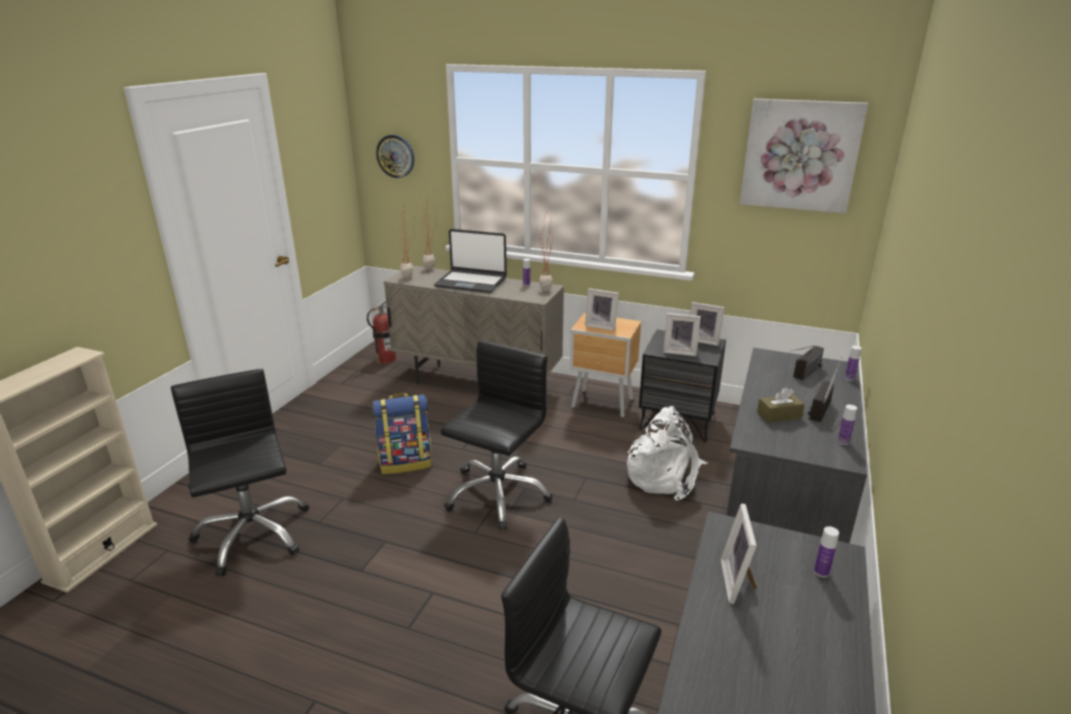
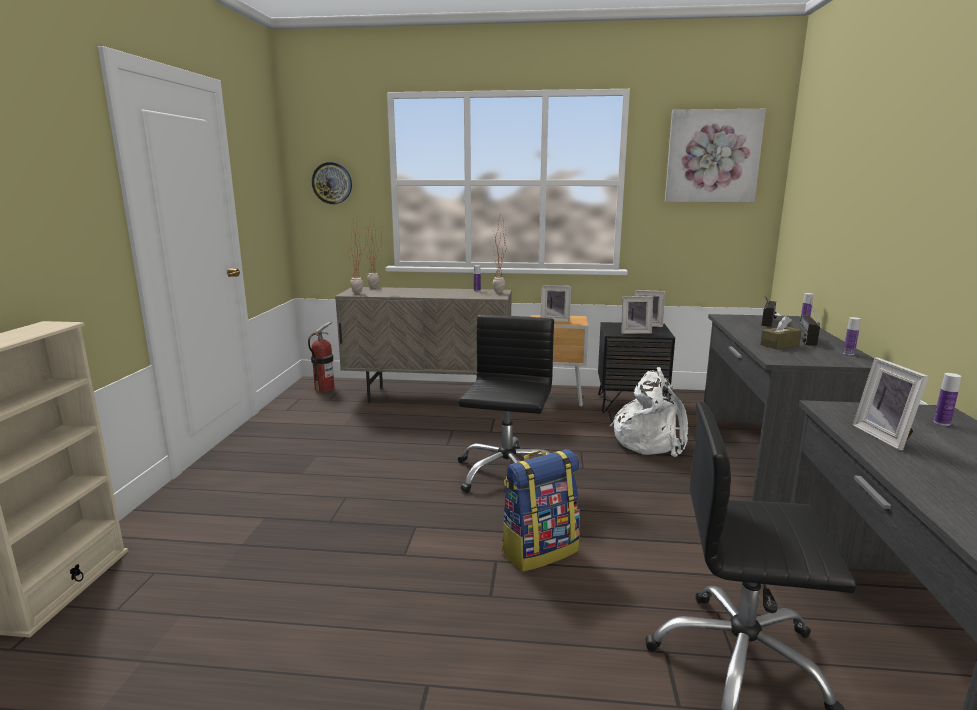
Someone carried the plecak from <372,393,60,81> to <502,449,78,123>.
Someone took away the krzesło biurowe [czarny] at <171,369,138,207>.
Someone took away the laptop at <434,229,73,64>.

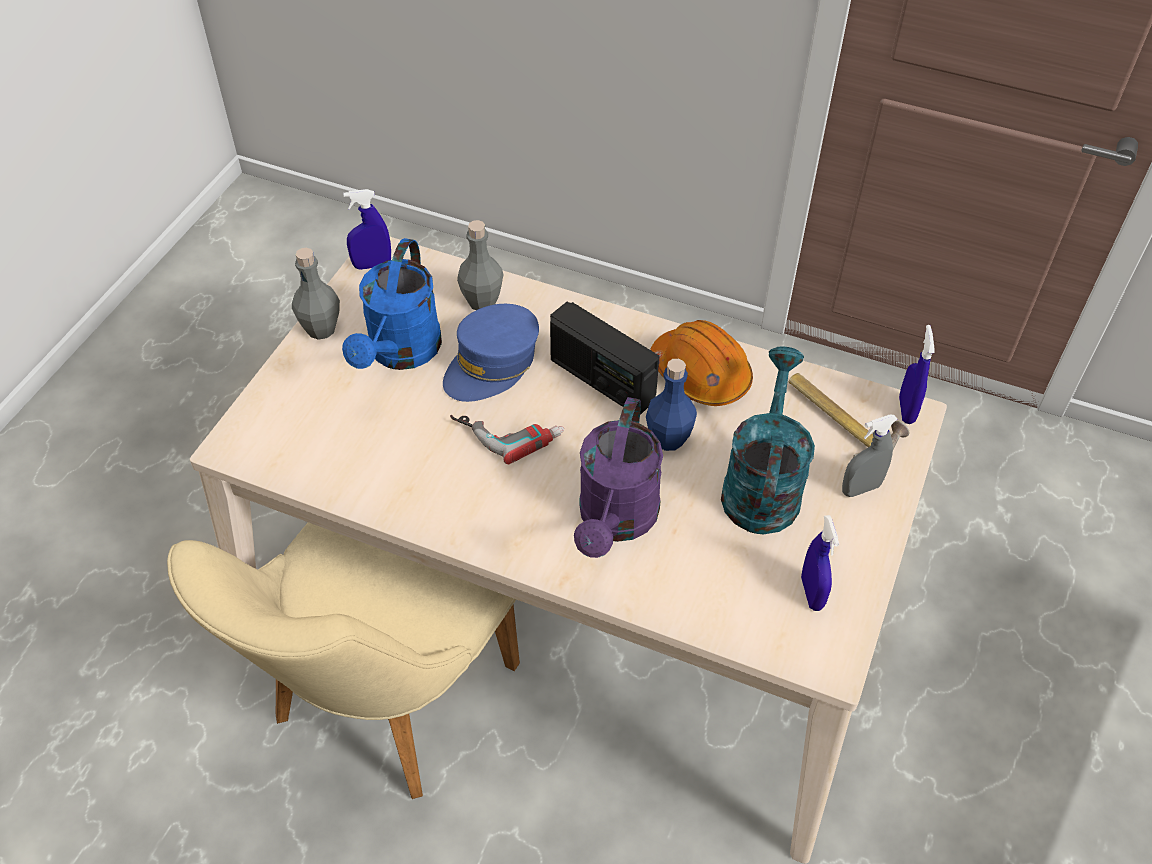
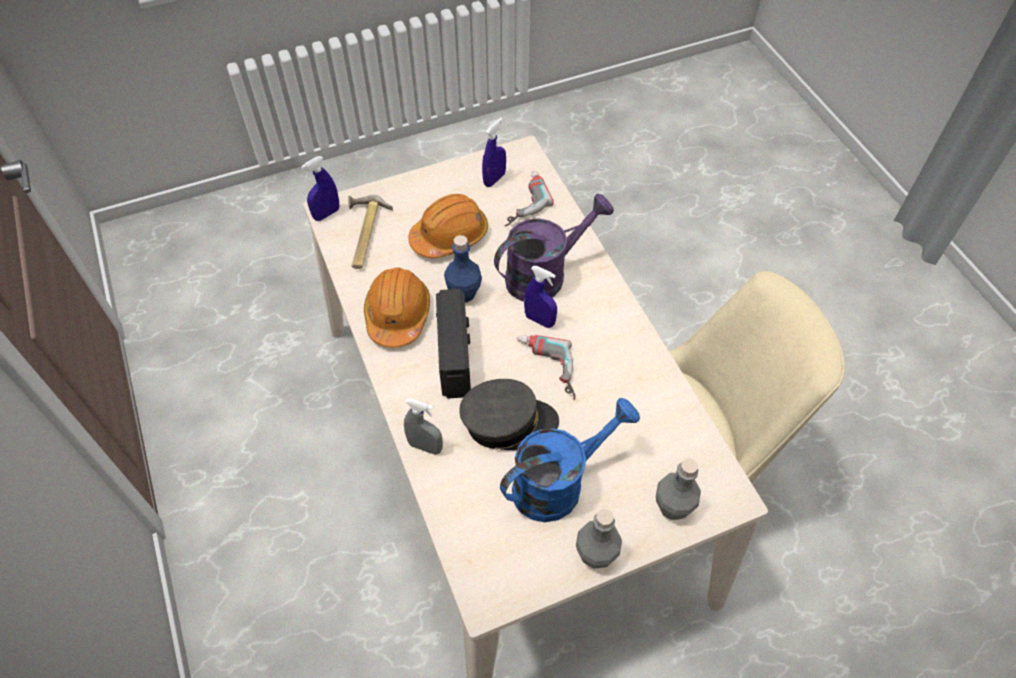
Someone carried the spryskiwacz [szary] from <842,415,55,82> to <404,398,39,57>.
Someone swapped the konewka [turkusowy] at <721,346,94,188> for the kask [pomarańczowy] at <408,194,80,64>.
Someone repainted the czapka z daszkiem [niebieski] at <443,304,96,98>, which became the czapka z daszkiem [szary] at <459,379,100,71>.
Someone put down the wiertarka at <504,171,50,55>.
Someone carried the spryskiwacz [niebieski] from <343,189,48,81> to <524,266,33,62>.
Someone carried the butelka [szary] from <457,220,47,90> to <656,458,45,62>.

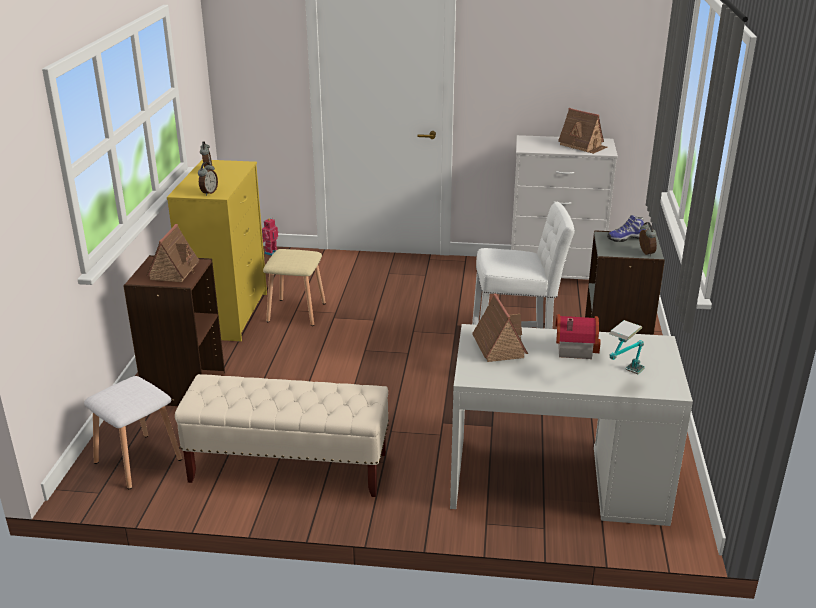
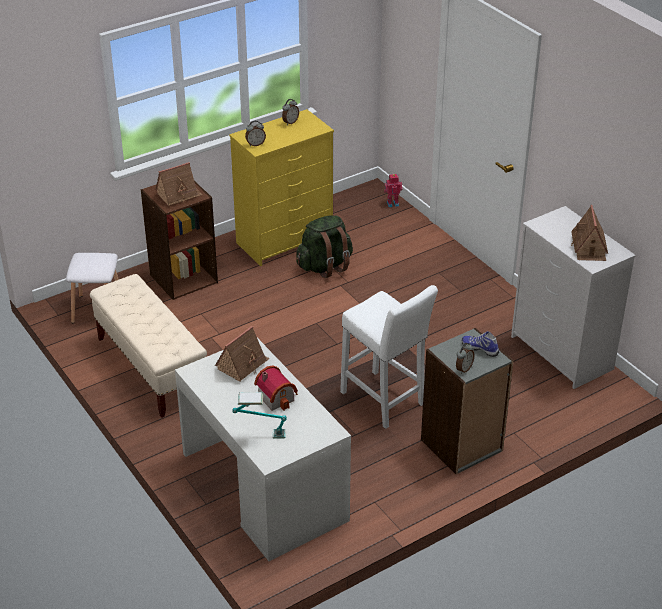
Someone swapped the stołek [beżowy] at <263,249,63,77> for the plecak [zielony] at <296,215,57,63>.

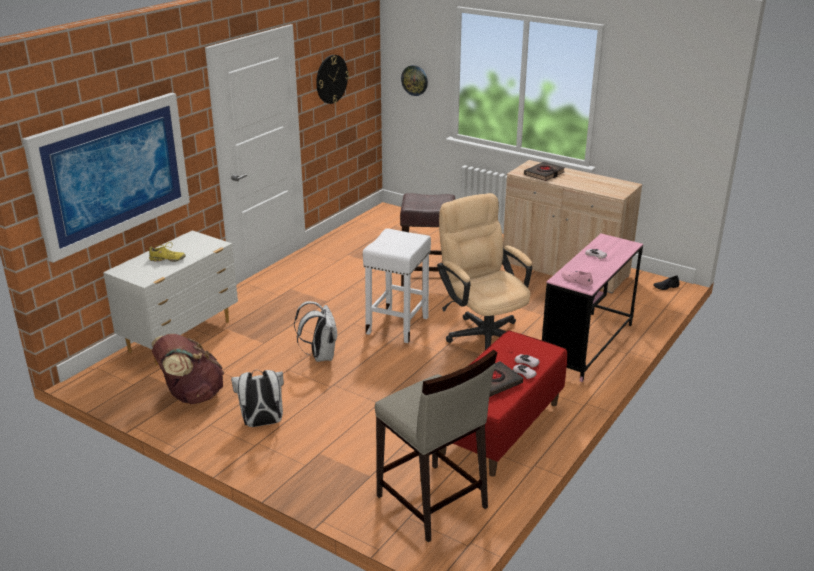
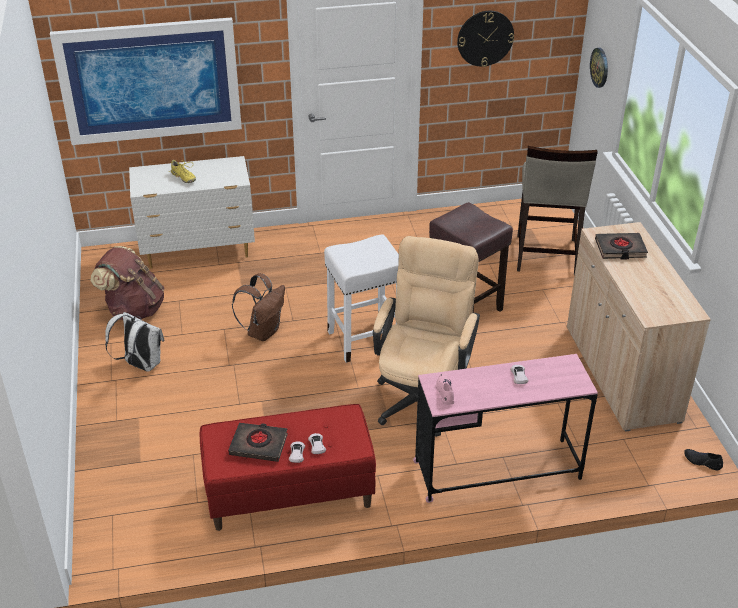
Someone repainted the plecak [biały] at <294,301,43,61>, which became the plecak [brązowy] at <232,273,53,68>.
Someone carried the stołek [beżowy] from <375,350,122,192> to <517,146,81,129>.

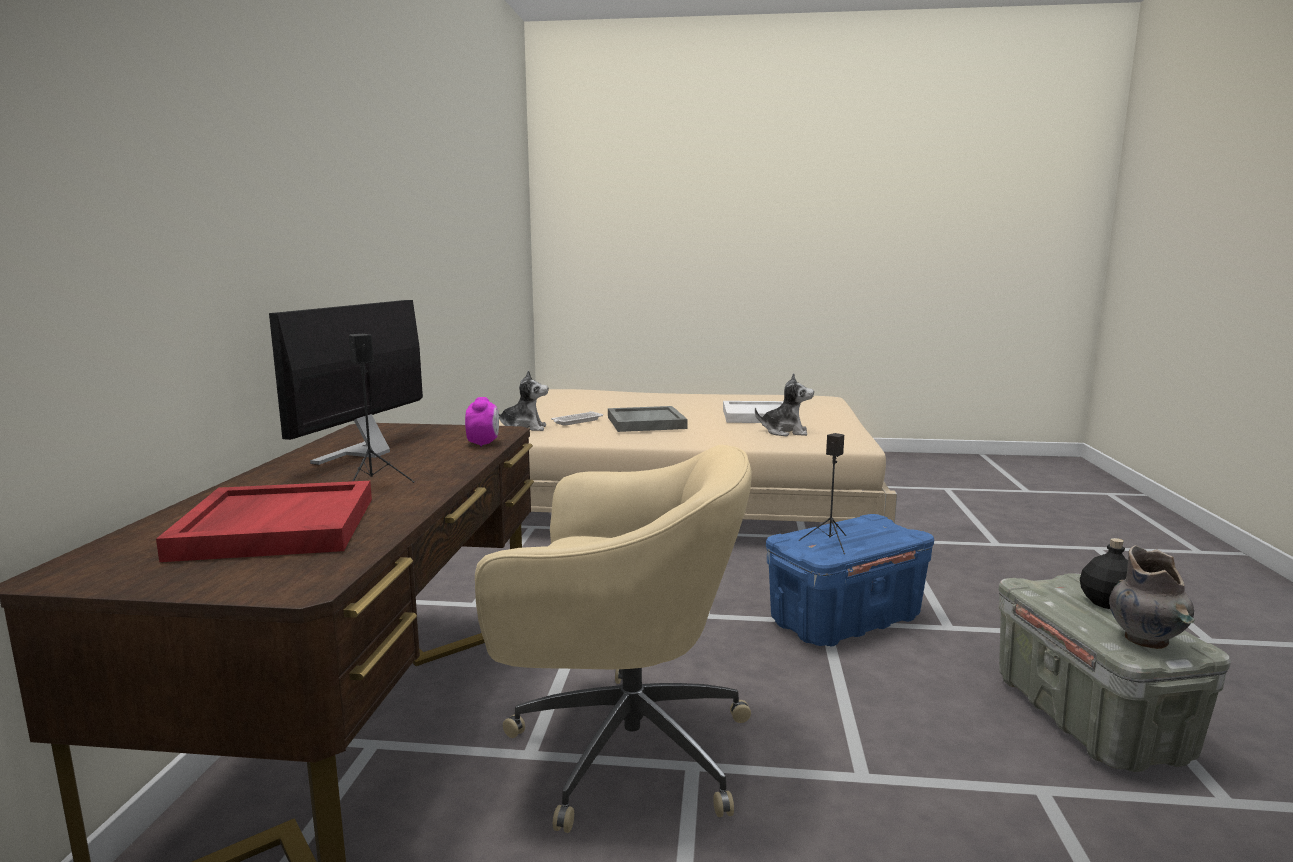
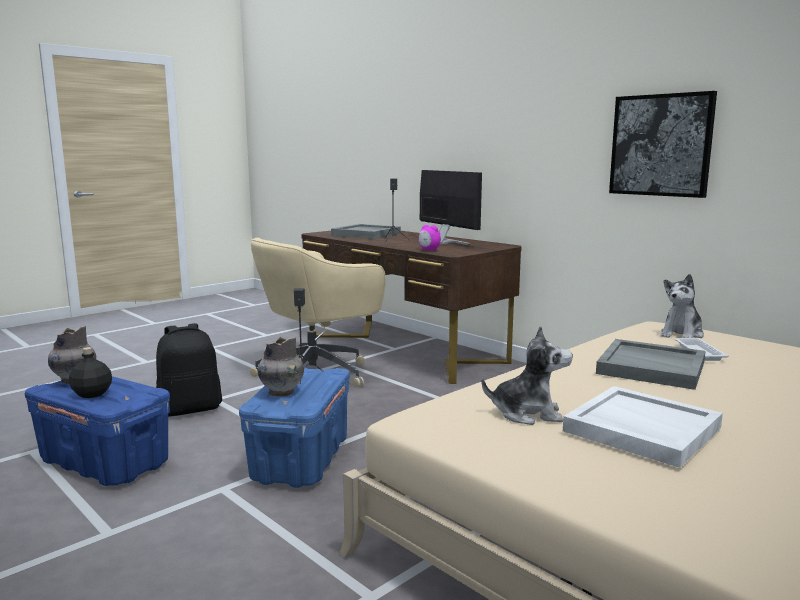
Someone repainted the pojemnik do przechowywania [szary] at <998,573,233,199>, which became the pojemnik do przechowywania [niebieski] at <25,376,145,110>.
Someone put down the plecak [czarny] at <156,323,66,94>.
Someone put down the wazon [szary] at <258,337,46,60>.
Someone repainted the taca [czerwony] at <156,481,216,81>, which became the taca [szary] at <331,224,70,15>.
Someone rotated the pluszak at <755,373,59,64> by 135 degrees counterclockwise.
Someone put up the obraz at <609,91,108,107>.

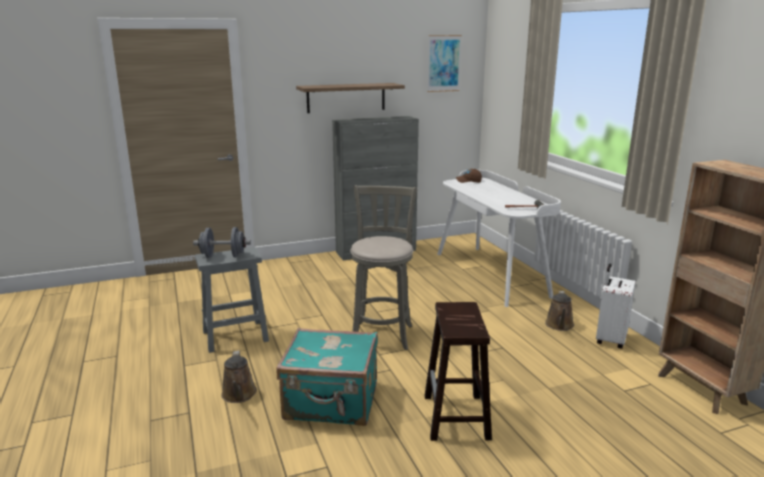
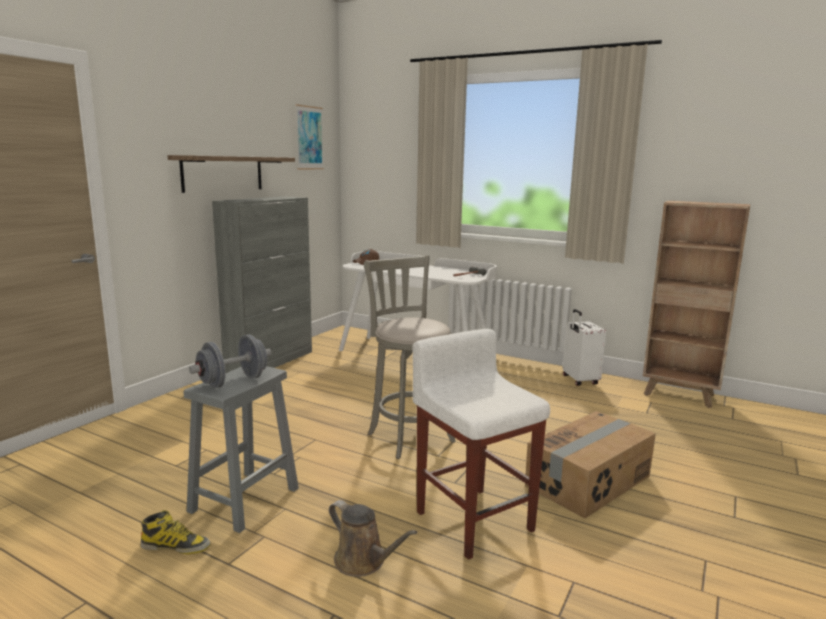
Someone put down the but z cholewką at <141,510,70,44>.
Someone swapped the walizka [turkusowy] at <277,328,101,98> for the stołek [biały] at <413,329,137,231>.
Someone swapped the stołek [brązowy] at <424,302,68,139> for the karton at <525,411,131,107>.
Someone took away the konewka [brązowy] at <545,291,29,40>.

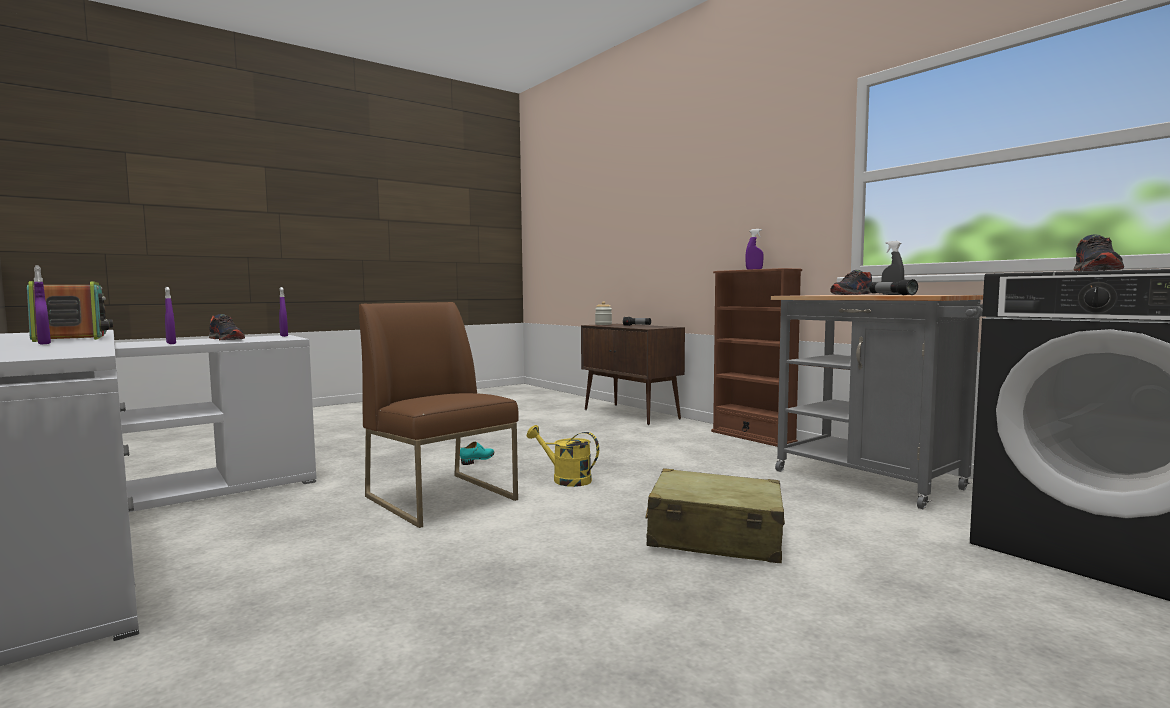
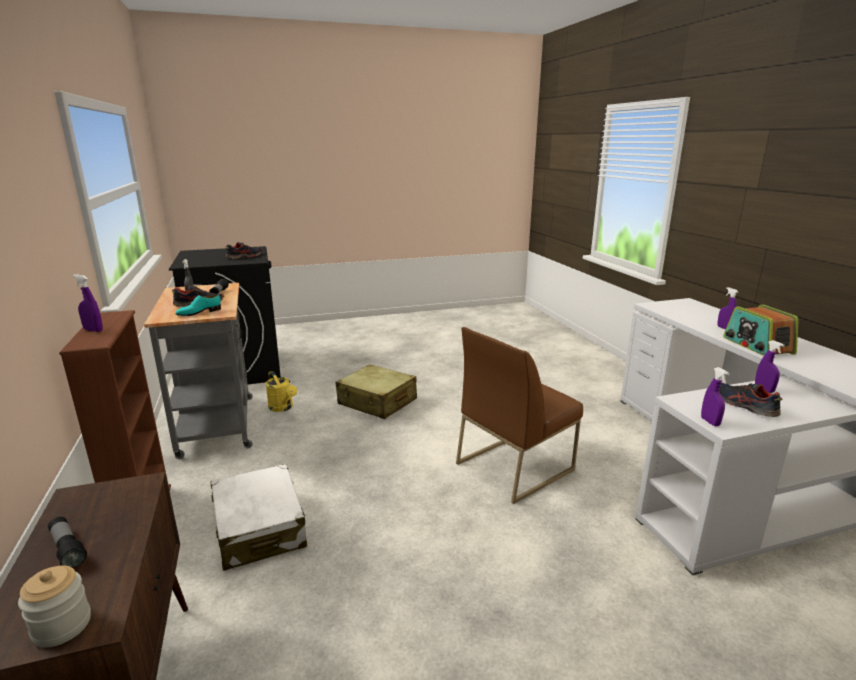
Someone carried the but [turkusowy] from <460,442,34,23> to <175,294,46,22>.
Someone put down the walizka [biały] at <211,464,96,107>.
Someone carried the konewka [żółty] from <527,425,72,62> to <265,371,32,41>.
Someone rotated the krzesło [brązowy] at <359,302,160,226> by 75 degrees clockwise.

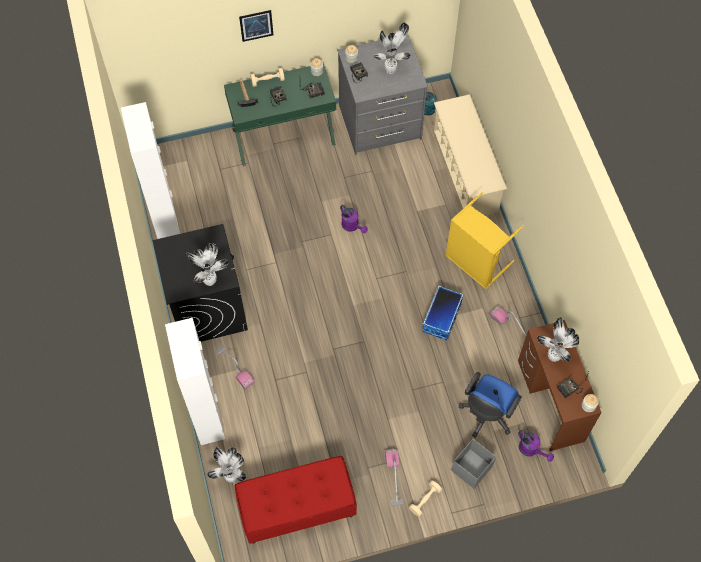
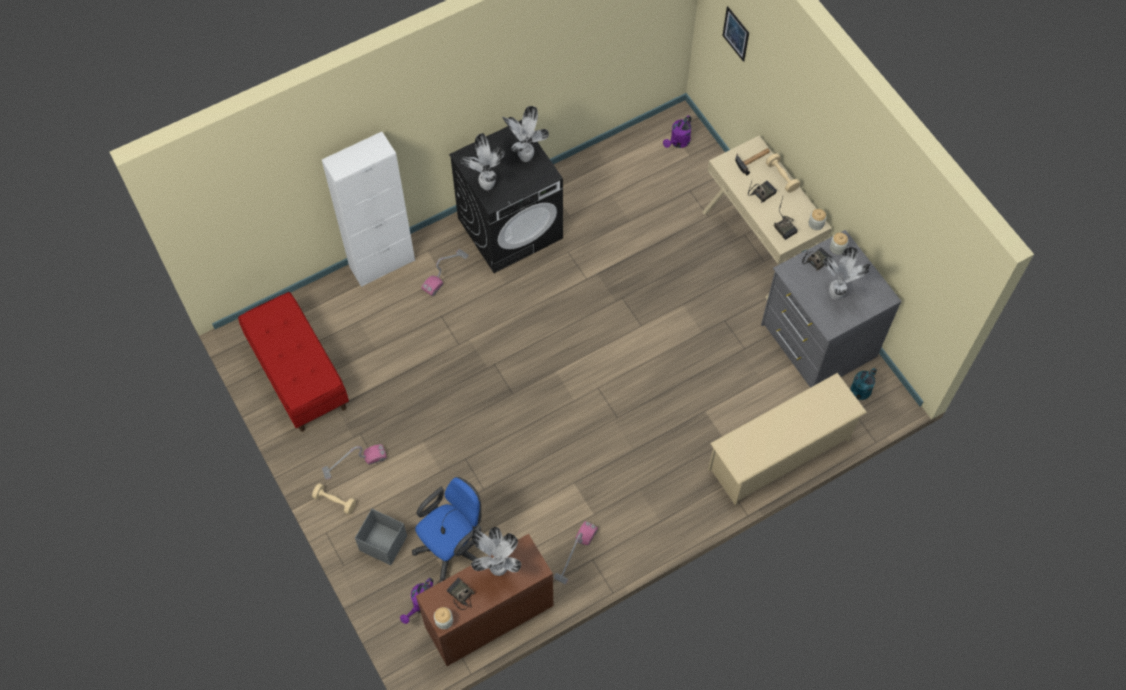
Someone rotated the krzesło biurowe [niebieski] at <459,372,63,66> by 120 degrees clockwise.
Someone carried the roślina doniczkowa from <207,447,39,36> to <502,106,47,56>.
Someone carried the konewka [fioletowy] from <340,205,28,28> to <663,115,28,33>.
Someone repainted the stolik konsolowy [zielony] at <224,63,112,103>, which became the stolik konsolowy [beżowy] at <702,136,130,164>.
Someone carried the obraz from <239,10,34,32> to <722,6,27,56>.
Someone took away the szafka [biały] at <121,102,59,137>.
Someone took away the pojemnik do przechowywania at <422,285,42,55>.
Someone took away the kosz na pranie [żółty] at <445,192,79,97>.

